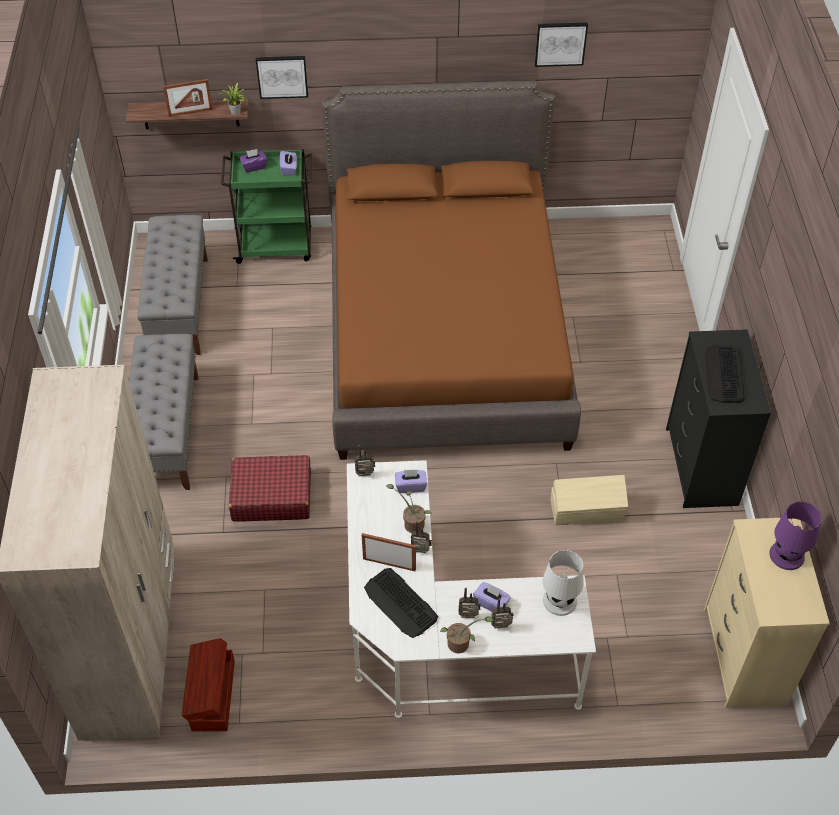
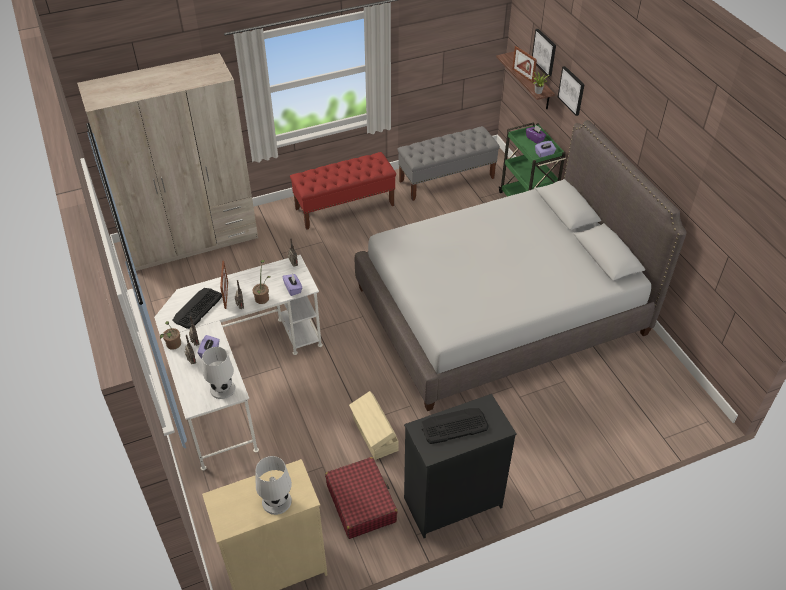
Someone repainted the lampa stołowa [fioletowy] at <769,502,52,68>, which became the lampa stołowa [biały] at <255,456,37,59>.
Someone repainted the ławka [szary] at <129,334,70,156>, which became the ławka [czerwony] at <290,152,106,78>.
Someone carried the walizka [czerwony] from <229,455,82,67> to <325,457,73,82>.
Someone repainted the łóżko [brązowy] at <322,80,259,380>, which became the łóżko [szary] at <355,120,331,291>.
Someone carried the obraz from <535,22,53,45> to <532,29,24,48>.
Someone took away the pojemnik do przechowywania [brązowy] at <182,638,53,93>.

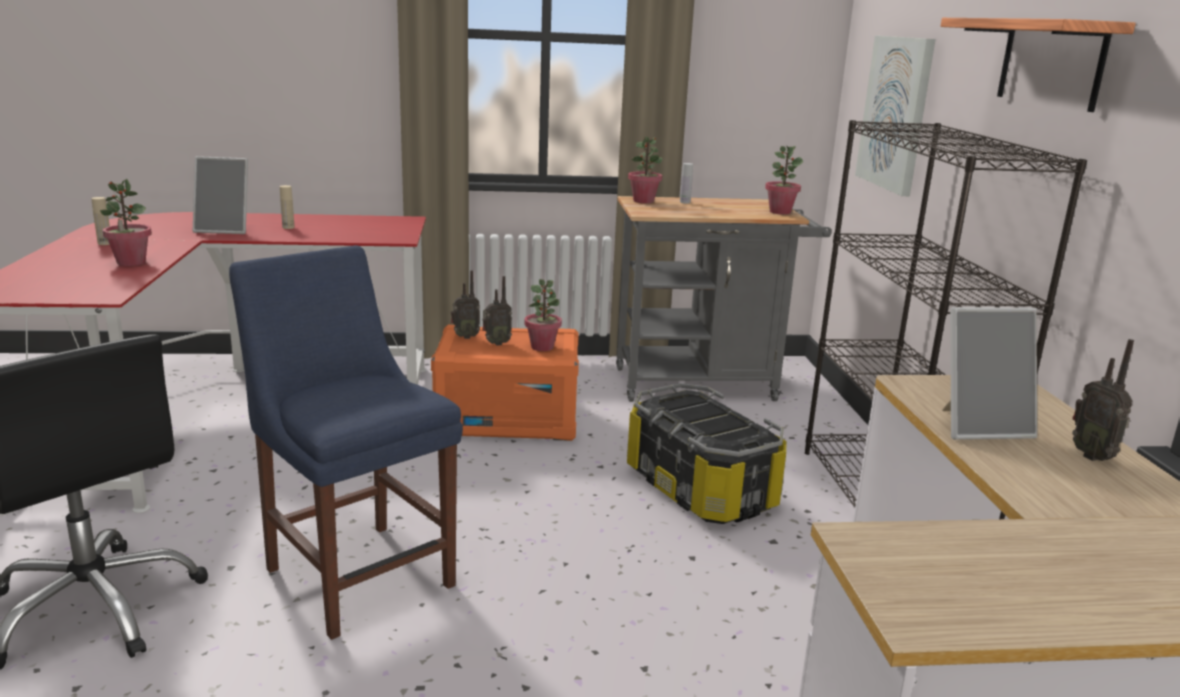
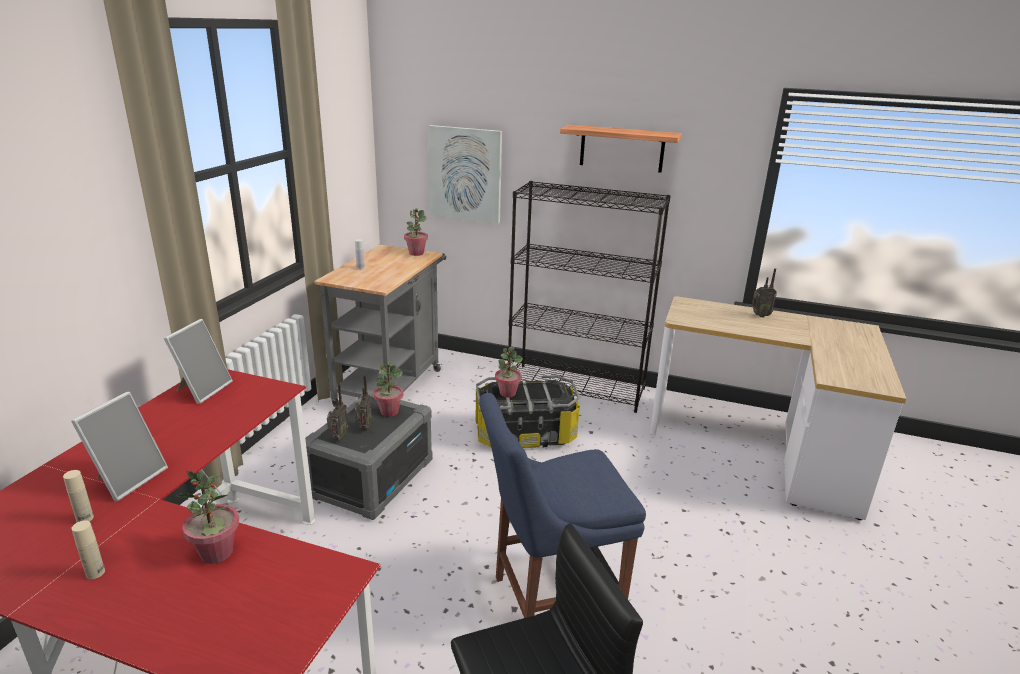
Someone carried the butelka [beżowy] from <280,185,15,44> to <63,470,31,52>.
Someone carried the ramka na zdjęcie from <942,307,95,133> to <164,319,69,85>.
Someone repainted the pojemnik do przechowywania [pomarańczowy] at <431,325,148,116>, which became the pojemnik do przechowywania [szary] at <305,390,128,130>.
Someone carried the roślina doniczkowa from <628,136,34,68> to <495,347,28,50>.

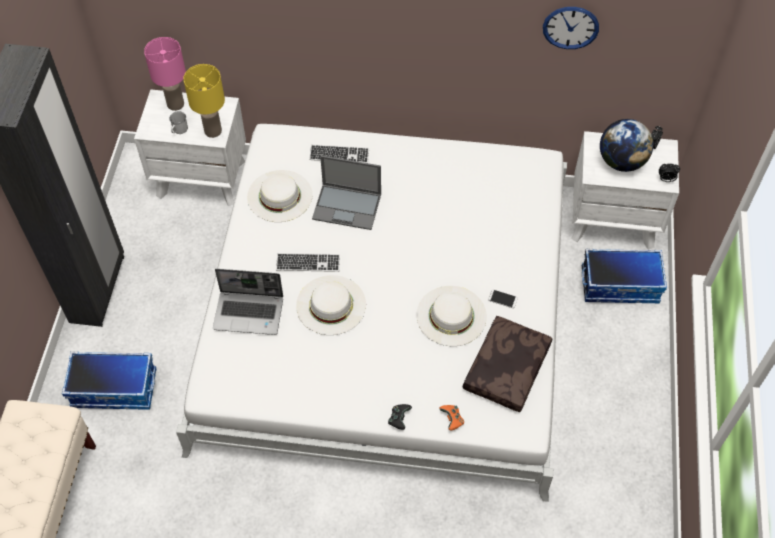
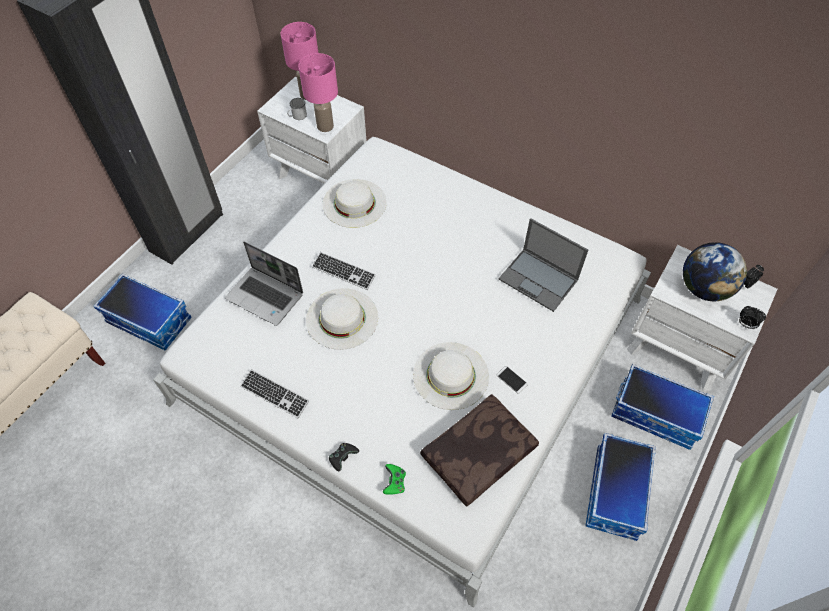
Someone carried the klawiatura from <310,145,59,18> to <240,369,69,50>.
Someone repainted the lampa stołowa [żółty] at <183,64,42,74>, which became the lampa stołowa [różowy] at <298,53,40,79>.
Someone repainted the pad do gier [pomarańczowy] at <439,405,25,25>, which became the pad do gier [zielony] at <383,464,23,31>.
Someone carried the laptop from <312,155,69,75> to <499,218,89,94>.
Someone put down the pojemnik do przechowywania at <586,433,70,108>.
Someone took away the zegar ścienny at <543,7,56,42>.

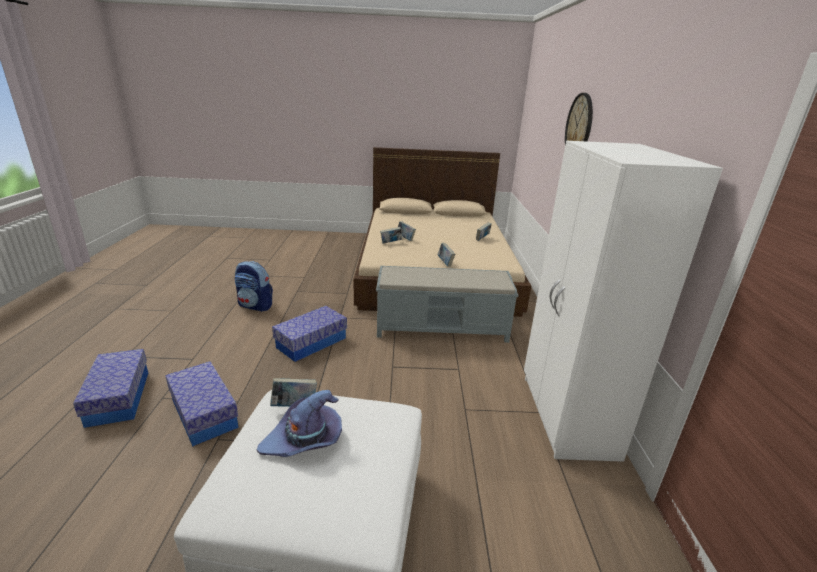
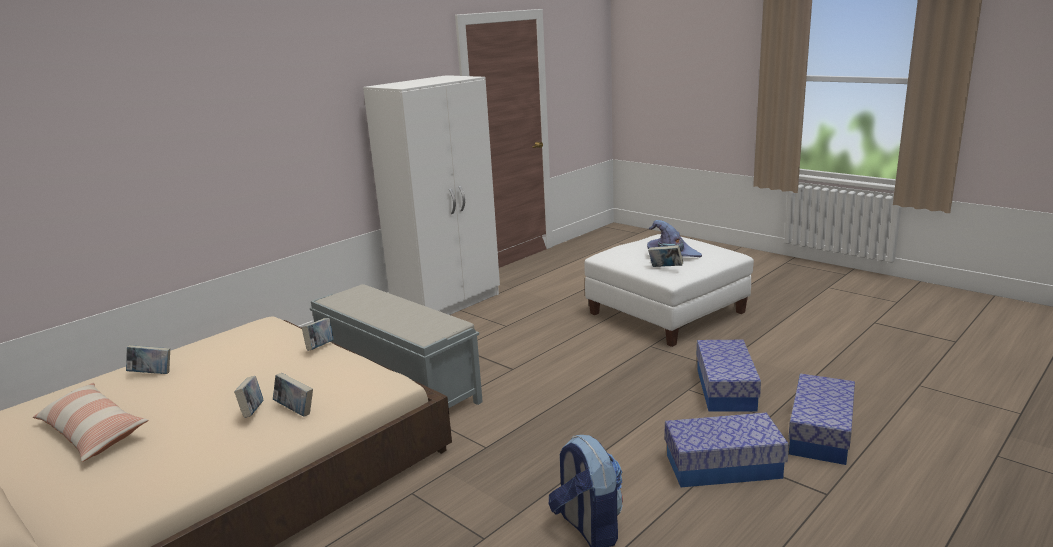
Someone put down the poduszka at <33,383,115,79>.
Someone carried the pojemnik do przechowywania from <272,306,75,56> to <664,413,125,74>.
Someone took away the zegar ścienny at <565,93,28,51>.

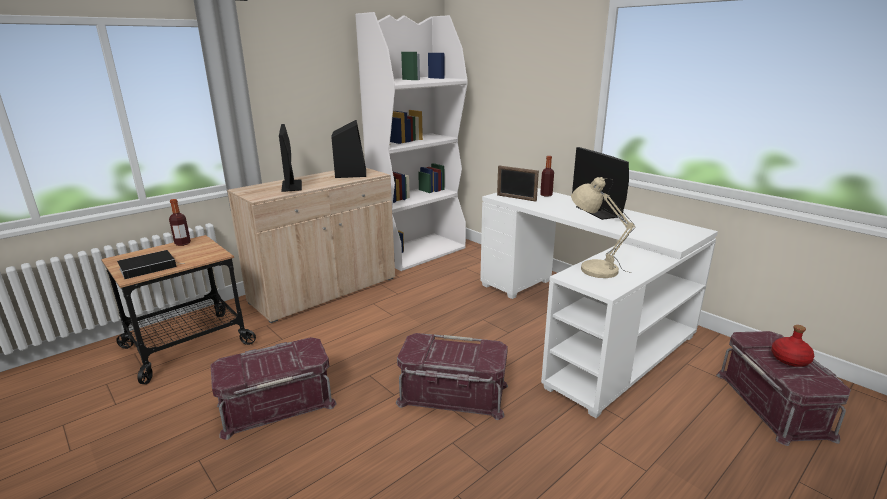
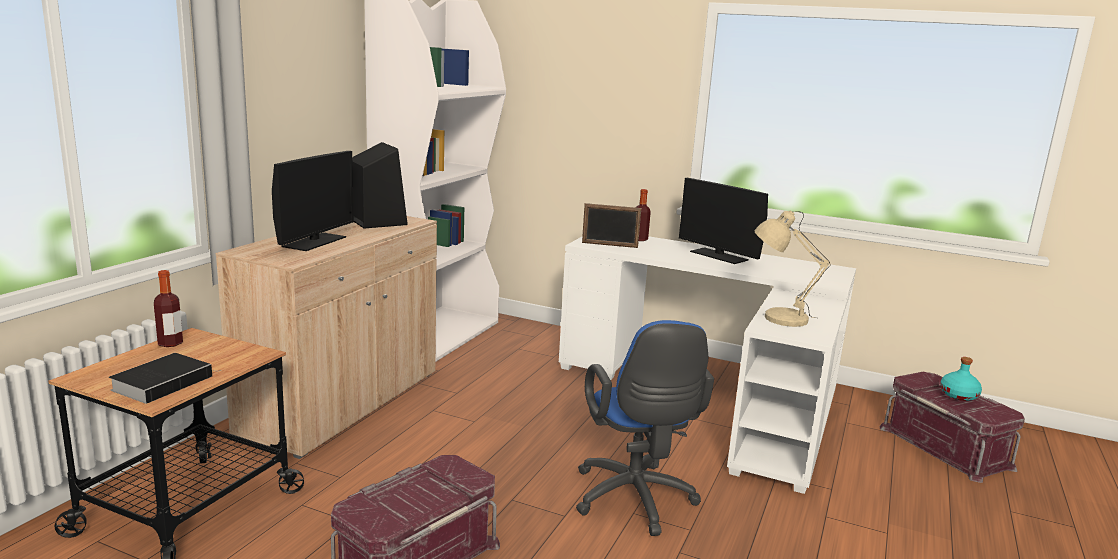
Someone rotated the monitor at <279,124,23,68> by 120 degrees counterclockwise.
Someone swapped the pojemnik do przechowywania [czerwony] at <396,333,112,87> for the krzesło biurowe [niebieski] at <576,320,138,216>.
Someone repainted the butelka [czerwony] at <771,325,43,42>, which became the butelka [turkusowy] at <940,357,42,44>.

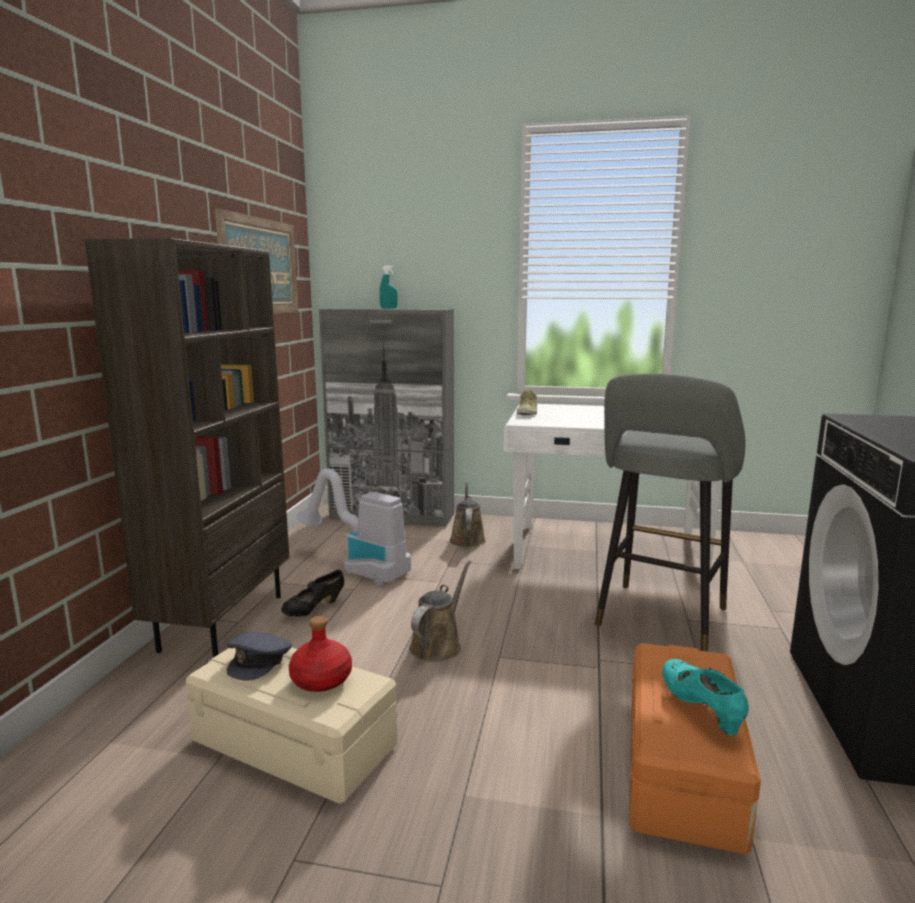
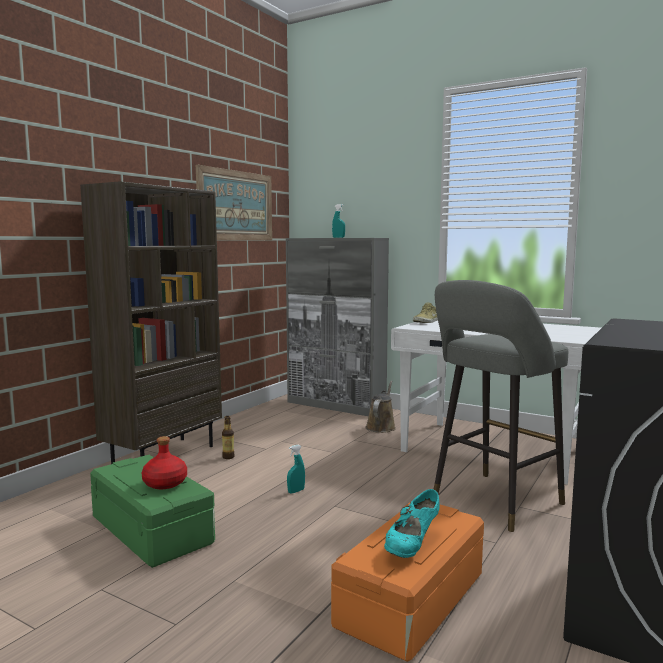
Someone repainted the pojemnik do przechowywania [beżowy] at <186,647,211,157>, which became the pojemnik do przechowywania [zielony] at <90,455,125,113>.
Someone swapped the but [czarny] at <281,570,63,47> for the butelka at <222,416,13,43>.
Someone swapped the konewka [brązowy] at <409,560,62,102> for the spryskiwacz [turkusowy] at <287,445,18,49>.
Someone rotated the but [turkusowy] at <662,659,87,77> by 150 degrees counterclockwise.
Someone took away the czapka z daszkiem [szary] at <227,632,65,49>.
Someone took away the odkurzacz at <297,468,114,118>.

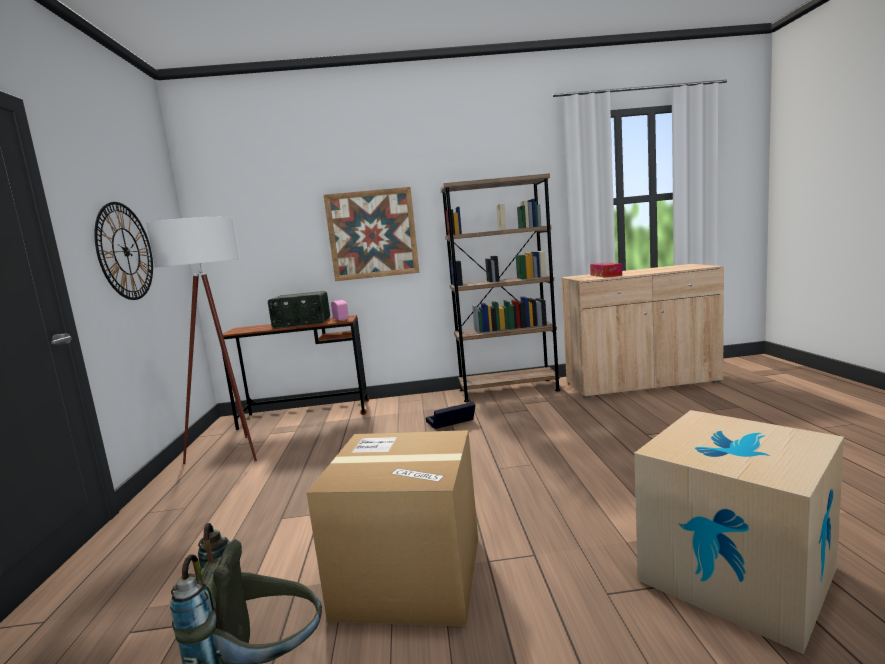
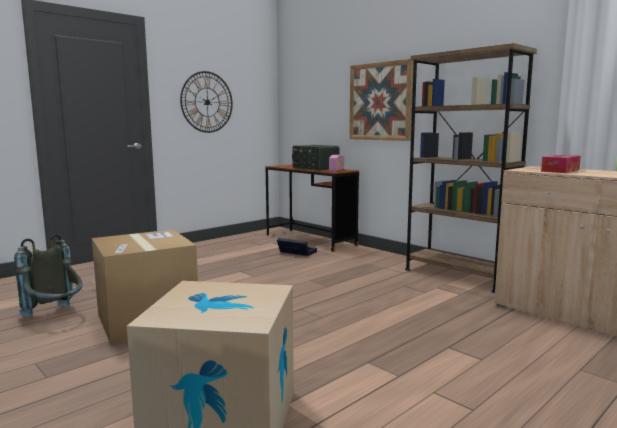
Someone carried the pojemnik do przechowywania [czarny] from <426,402,49,27> to <277,238,40,18>.
Someone took away the lampa stojąca [biały] at <146,217,111,247>.

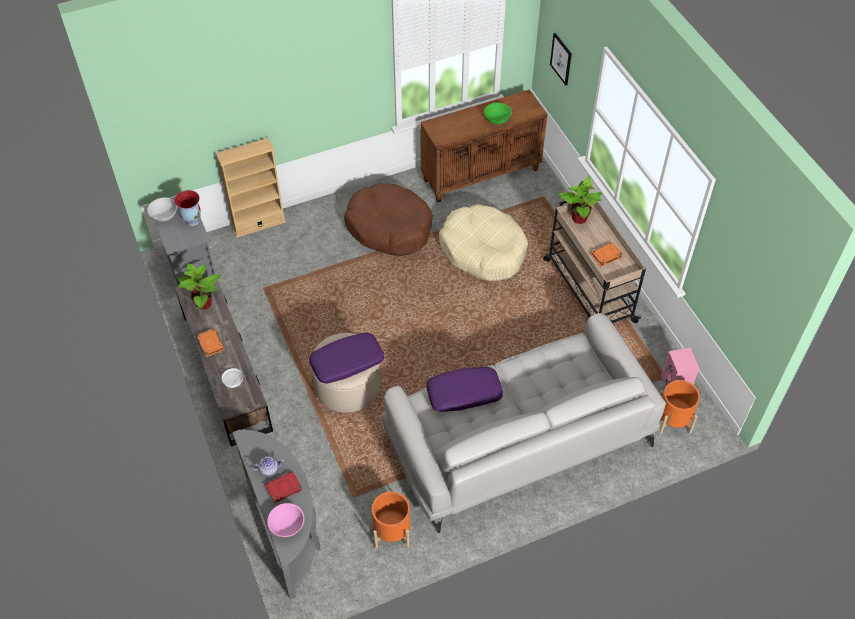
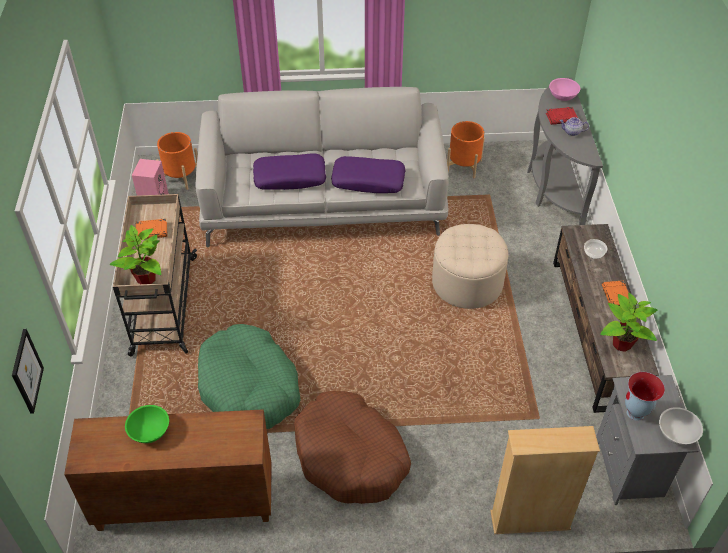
Someone repainted the legowisko [beżowy] at <439,204,89,77>, which became the legowisko [zielony] at <198,324,103,105>.
Someone carried the poduszka [fioletowy] from <309,333,75,51> to <253,154,73,36>.

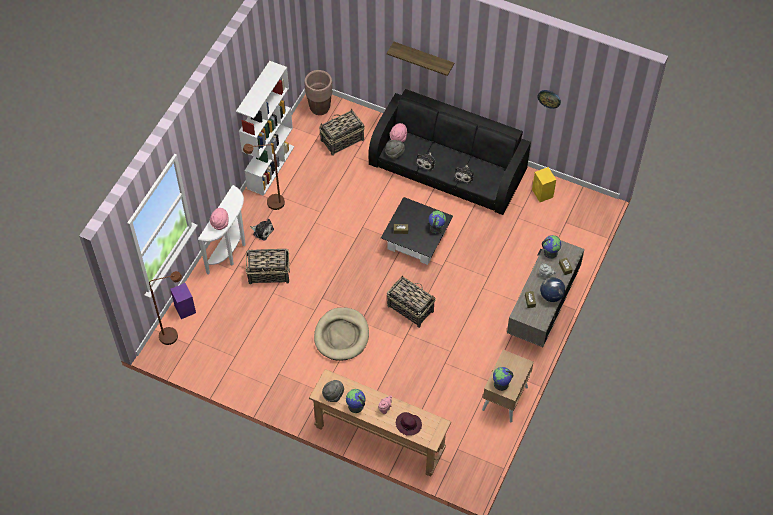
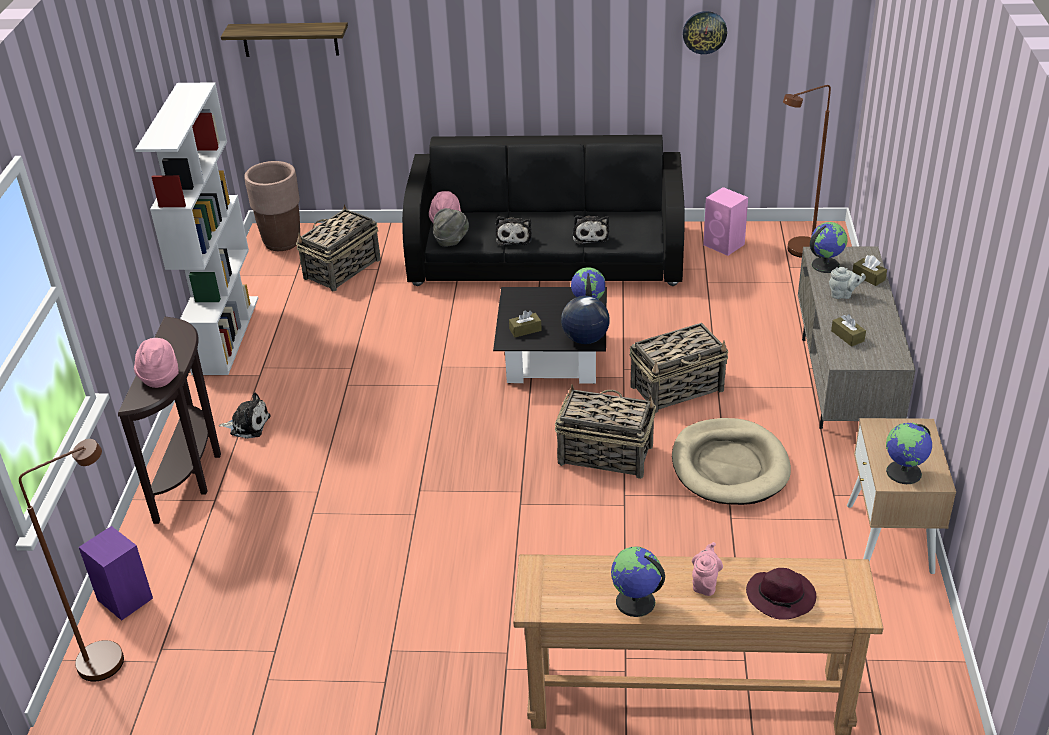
Someone repainted the stolik konsolowy [biały] at <198,185,48,90>, which became the stolik konsolowy [brązowy] at <118,317,103,207>.
Someone carried the półka from <387,42,67,34> to <221,22,127,35>.
Someone carried the globus from <540,277,25,25> to <561,296,49,48>.
Someone carried the koszyk from <246,249,44,35> to <630,323,98,90>.
Someone carried the legowisko [beżowy] from <314,307,55,54> to <672,418,119,87>.
Someone repainted the głośnik [żółty] at <532,167,24,35>, which became the głośnik [różowy] at <703,187,45,69>.
Someone carried the lampa stojąca [brązowy] from <243,144,42,66> to <783,85,48,173>.
Someone took away the kapelusz [szary] at <322,380,22,22>.

